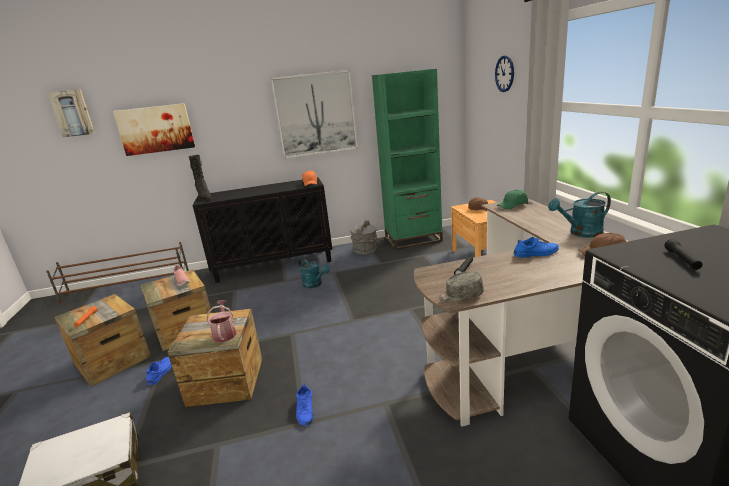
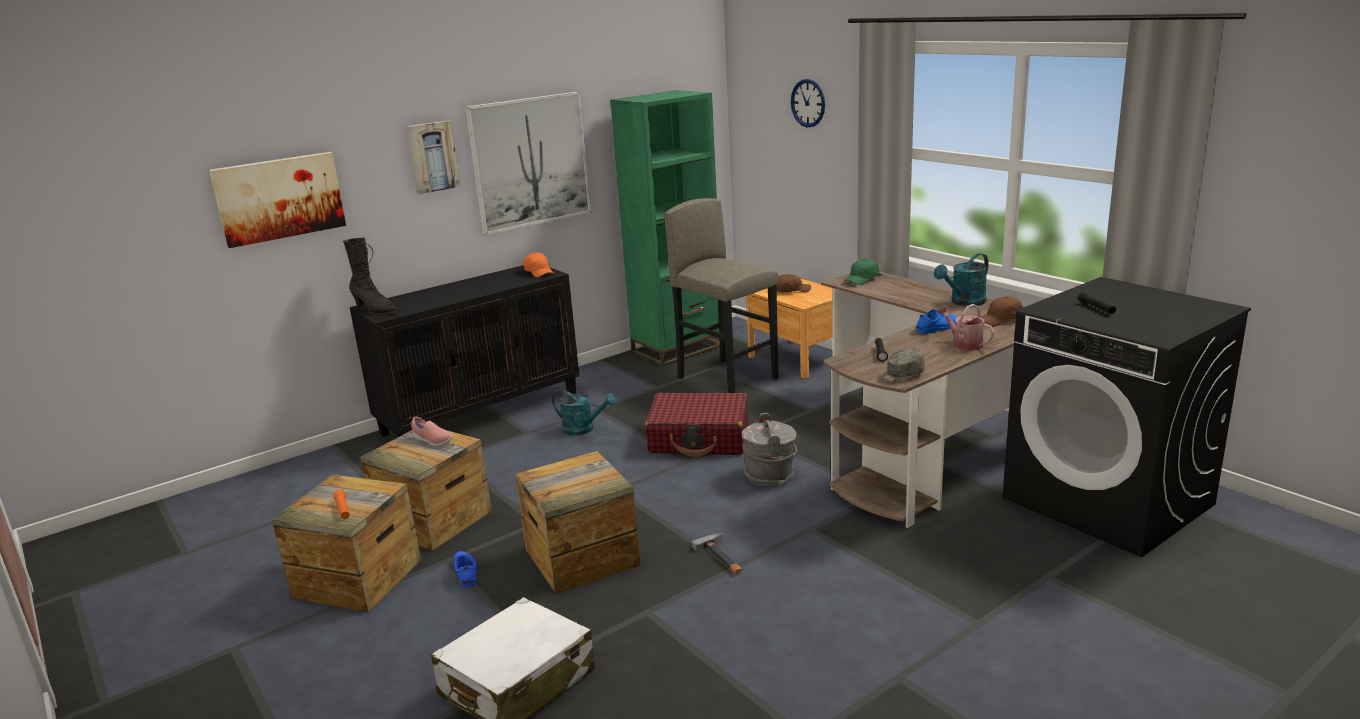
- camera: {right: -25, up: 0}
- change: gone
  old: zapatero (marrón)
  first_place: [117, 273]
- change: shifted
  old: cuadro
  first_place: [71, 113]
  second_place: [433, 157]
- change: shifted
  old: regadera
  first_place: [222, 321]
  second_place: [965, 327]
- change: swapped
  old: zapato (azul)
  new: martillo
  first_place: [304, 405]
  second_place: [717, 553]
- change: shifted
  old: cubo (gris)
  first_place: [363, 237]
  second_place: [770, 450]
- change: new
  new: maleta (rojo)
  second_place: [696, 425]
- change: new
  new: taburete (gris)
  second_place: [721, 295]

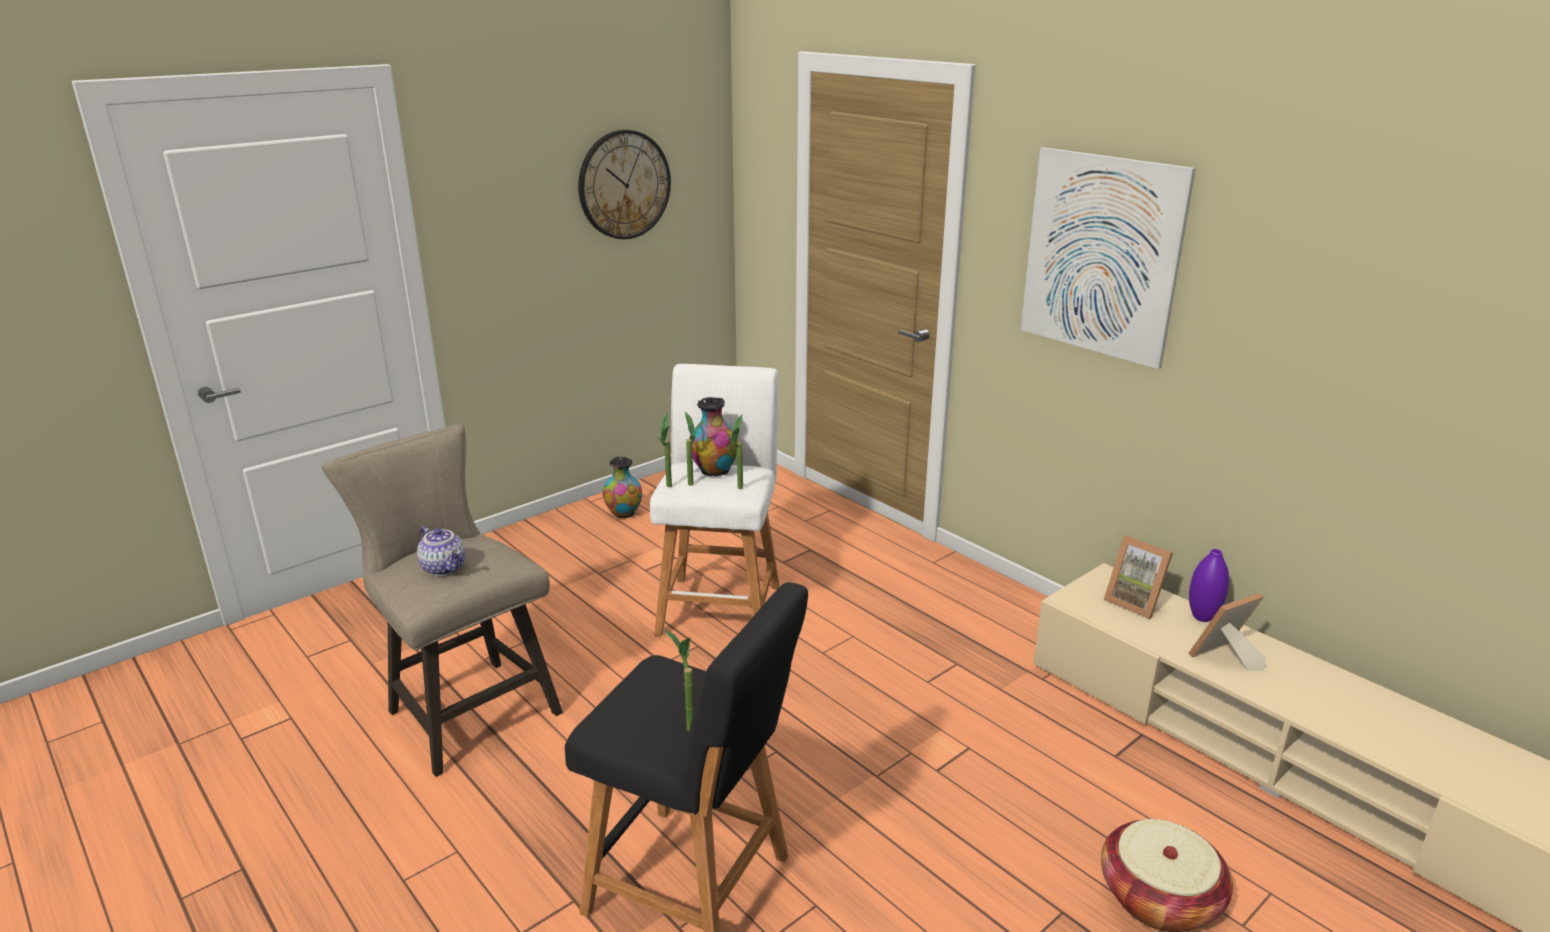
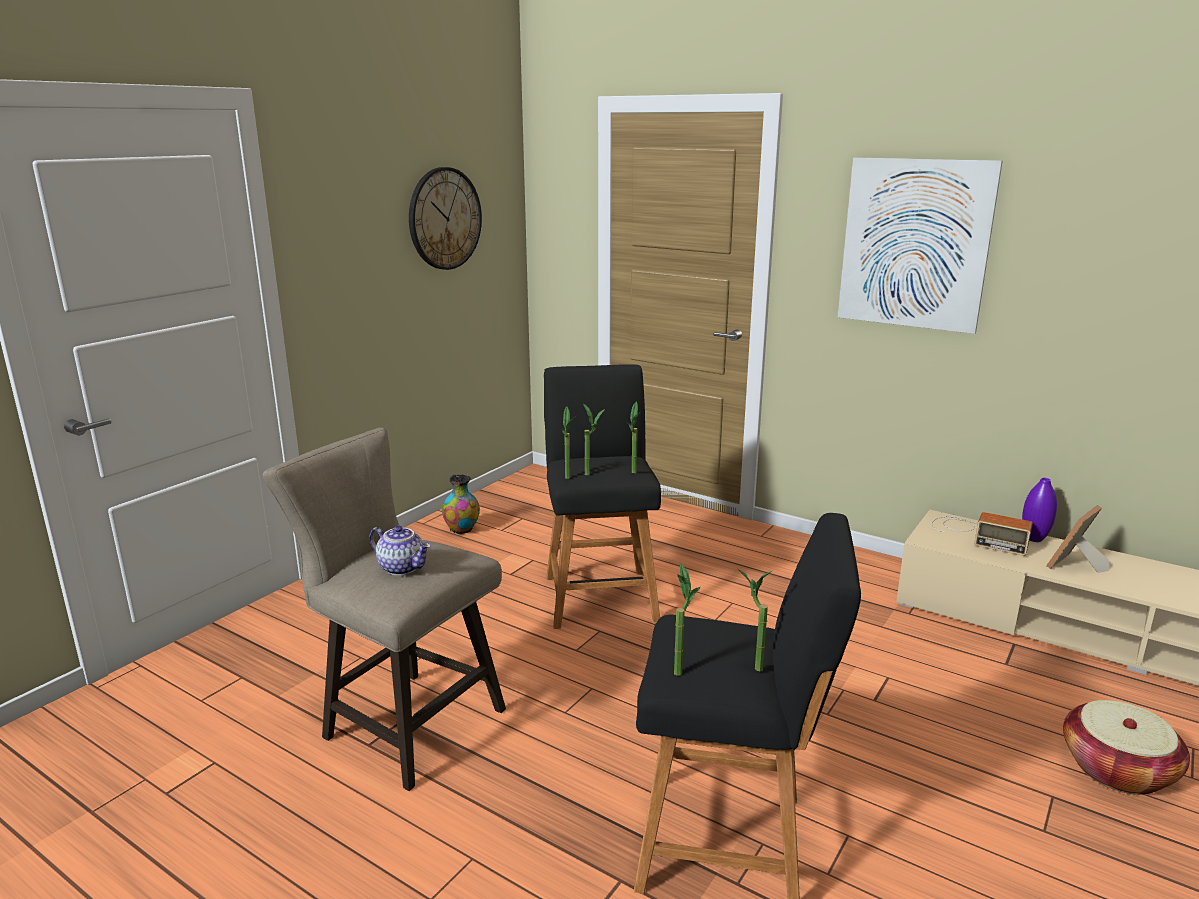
- camera: {right: -15, up: -5}
- change: repainted
  old: taburete (blanco)
  new: taburete (negro)
  first_place: [715, 500]
  second_place: [602, 496]
- change: gone
  old: florero
  first_place: [713, 437]
- change: swapped
  old: portarretratos
  new: radio
  first_place: [1138, 577]
  second_place: [982, 534]
- change: new
  new: planta en maceta
  second_place: [687, 619]

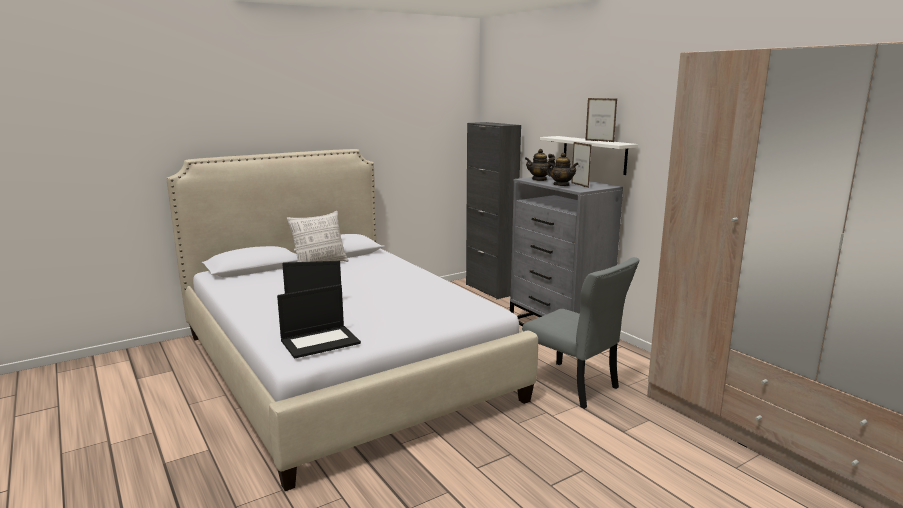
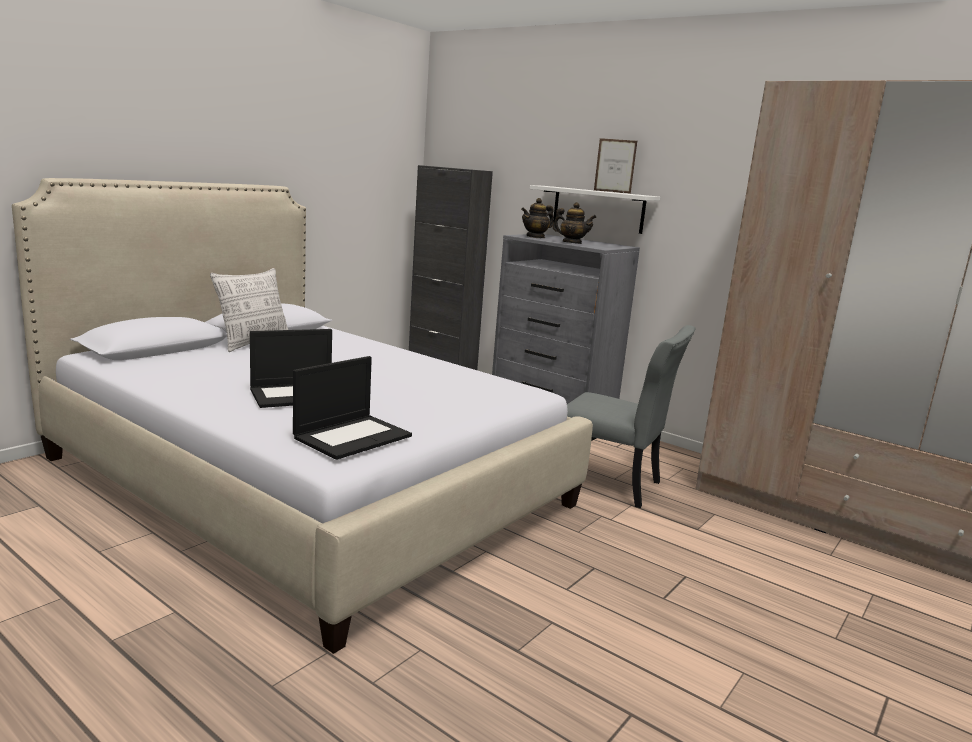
- camera: {right: -20, up: 0}
- change: gone
  old: portarretratos
  first_place: [581, 165]

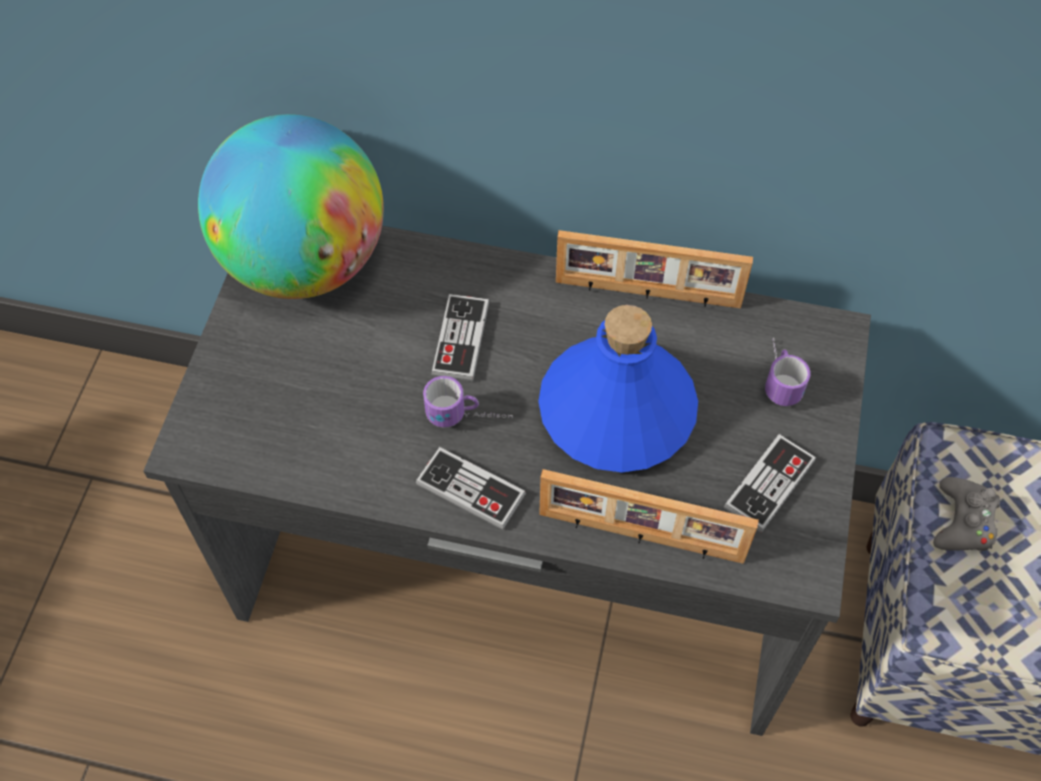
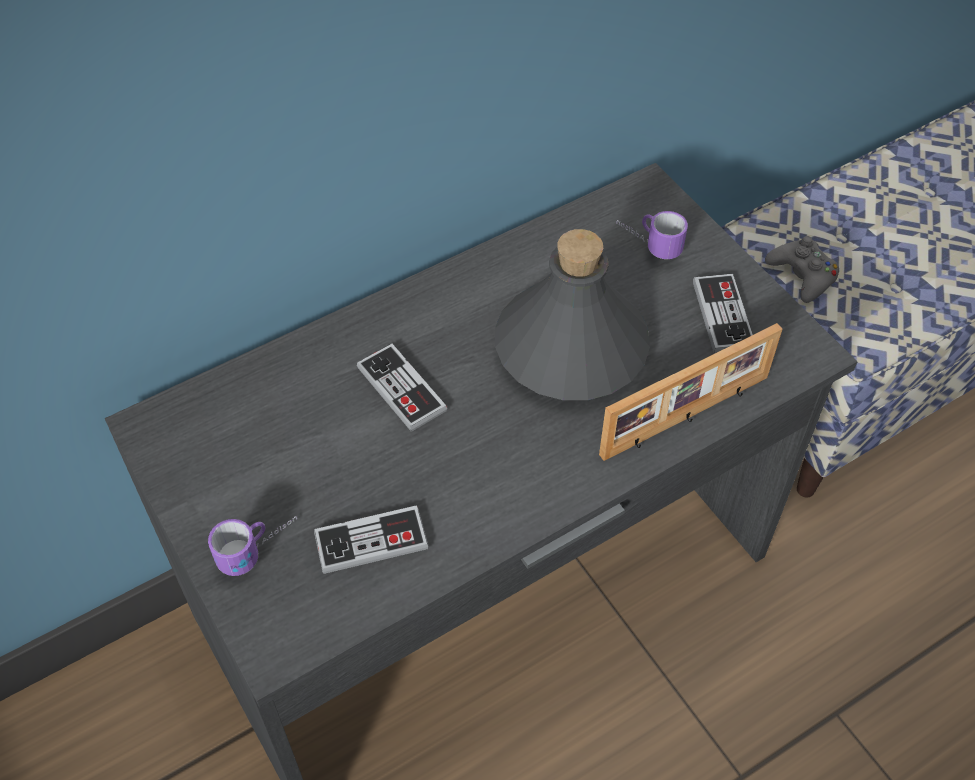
- camera: {right: -45, up: -5}
- change: gone
  old: globo terráqueo
  first_place: [291, 206]
- change: shifted
  old: mando de consola
  first_place: [471, 488]
  second_place: [371, 539]
- change: shifted
  old: taza grande
  first_place: [468, 402]
  second_place: [252, 546]
- change: repainted
  old: botella (azul)
  new: botella (gris)
  first_place: [618, 388]
  second_place: [572, 314]
- change: gone
  old: portarretratos
  first_place: [654, 269]

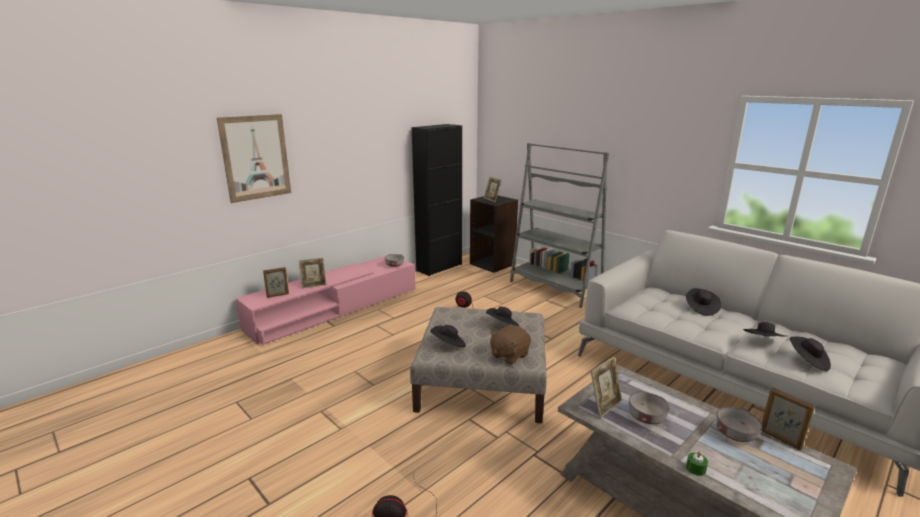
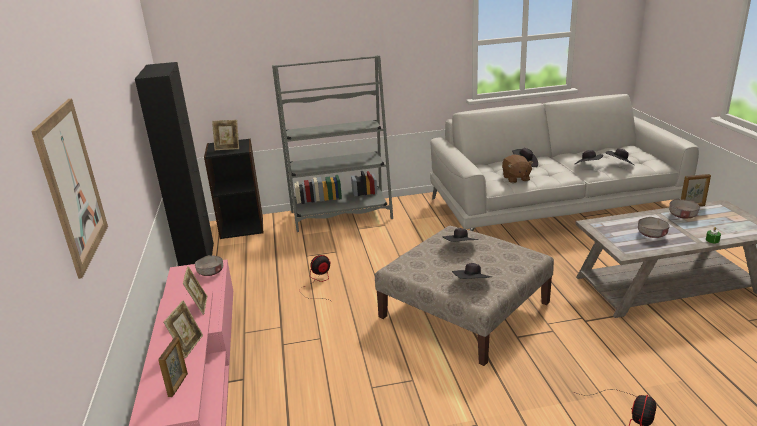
- camera: {right: -55, up: 5}
- change: shifted
  old: peluche (marrón)
  first_place: [510, 345]
  second_place: [518, 169]
- change: shifted
  old: portarretratos
  first_place: [607, 387]
  second_place: [195, 290]

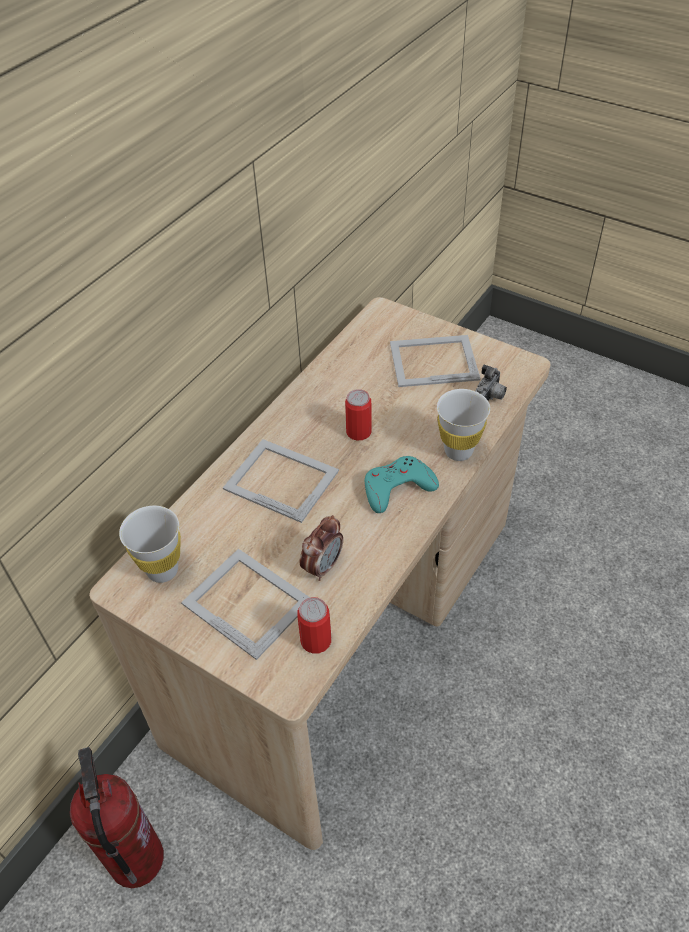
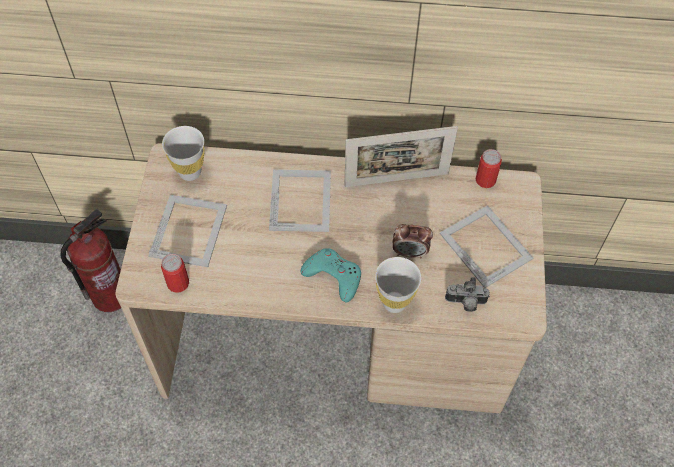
- camera: {right: 60, up: 10}
- change: shifted
  old: despertador
  first_place: [321, 548]
  second_place: [413, 241]
- change: shifted
  old: lata
  first_place: [358, 415]
  second_place: [489, 168]
- change: new
  new: portarretratos
  second_place: [401, 156]

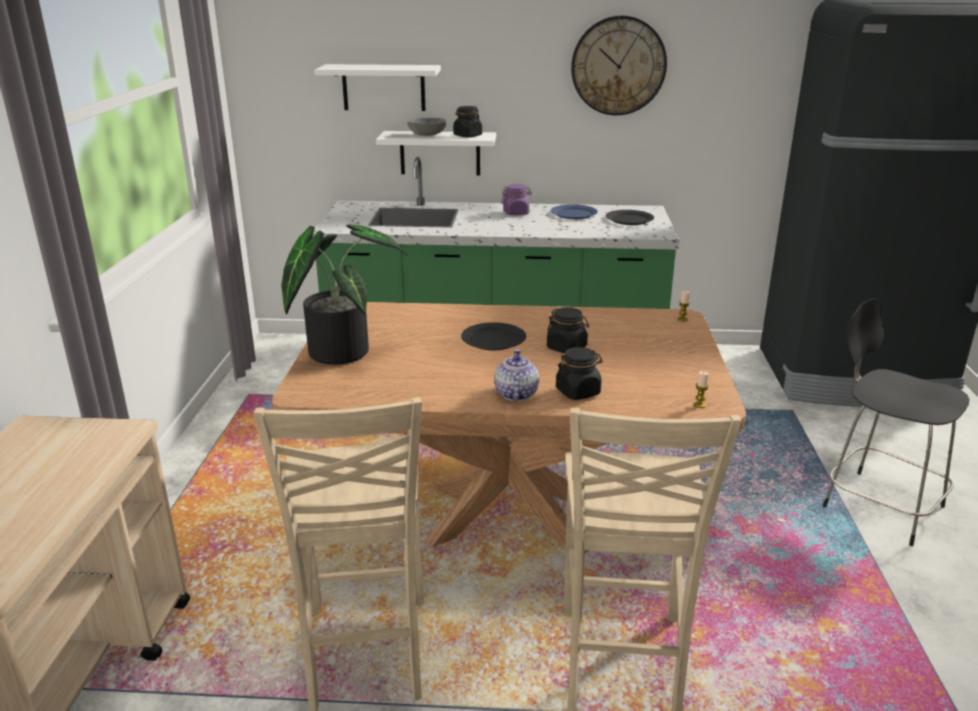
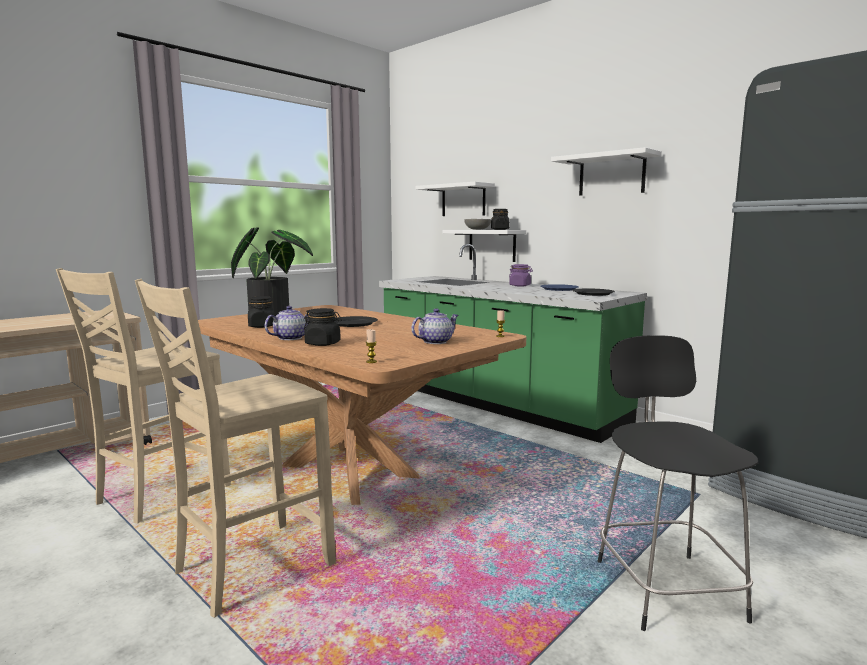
- camera: {right: 40, up: -15}
- change: shifted
  old: tarro (negro)
  first_place: [568, 330]
  second_place: [261, 312]
- change: swapped
  old: reloj de pared
  new: estante (blanco)
  first_place: [619, 65]
  second_place: [606, 171]
- change: new
  new: tetera
  second_place: [435, 326]

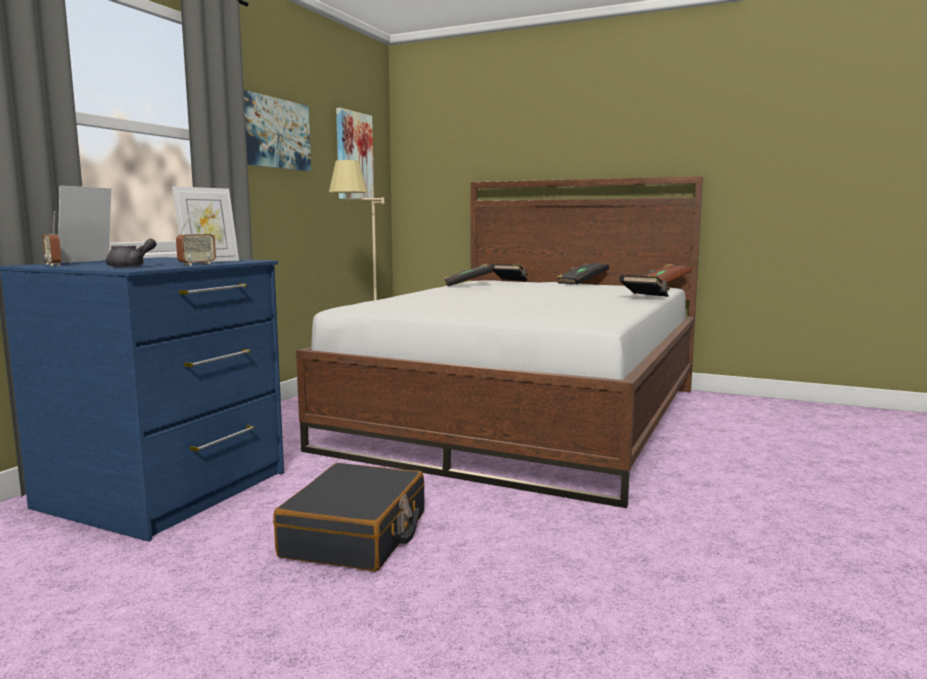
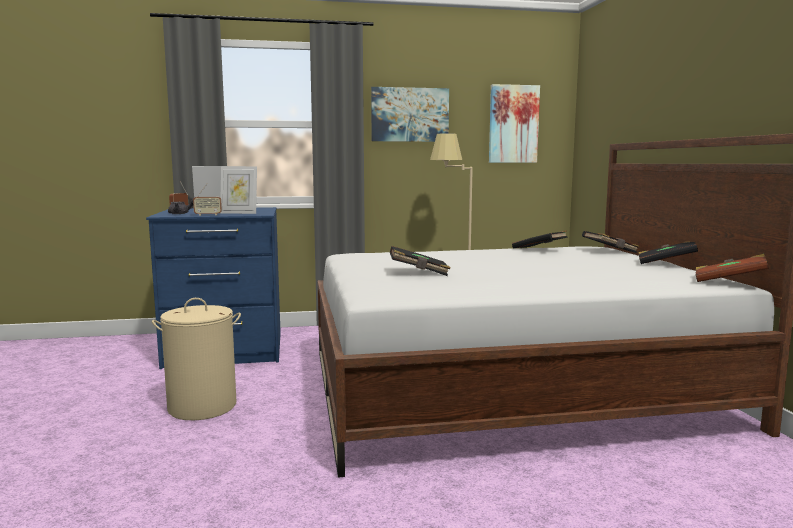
- camera: {right: 55, up: 0}
- change: swapped
  old: maleta (negro)
  new: cesto de la ropa (beis)
  first_place: [348, 517]
  second_place: [196, 359]
- change: shifted
  old: libro (negro)
  first_place: [644, 286]
  second_place: [420, 261]

